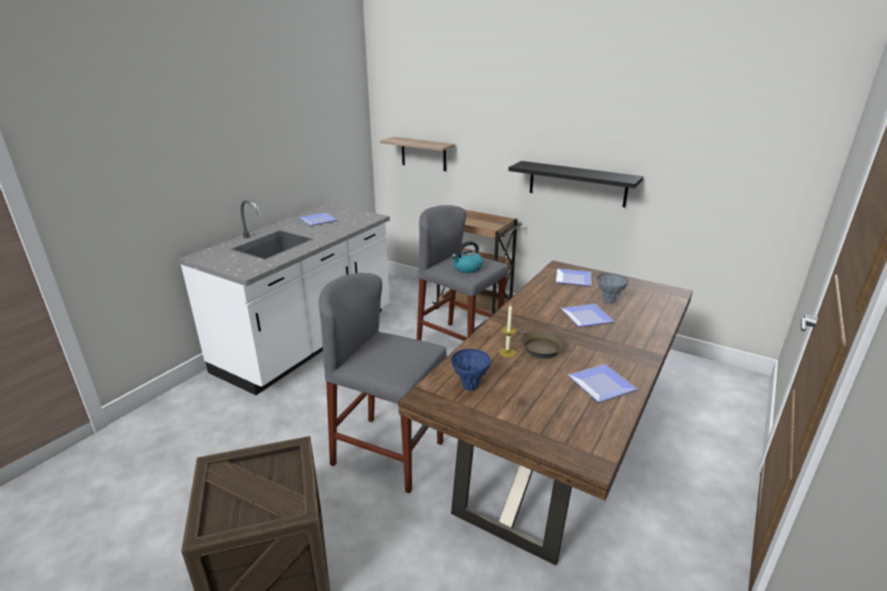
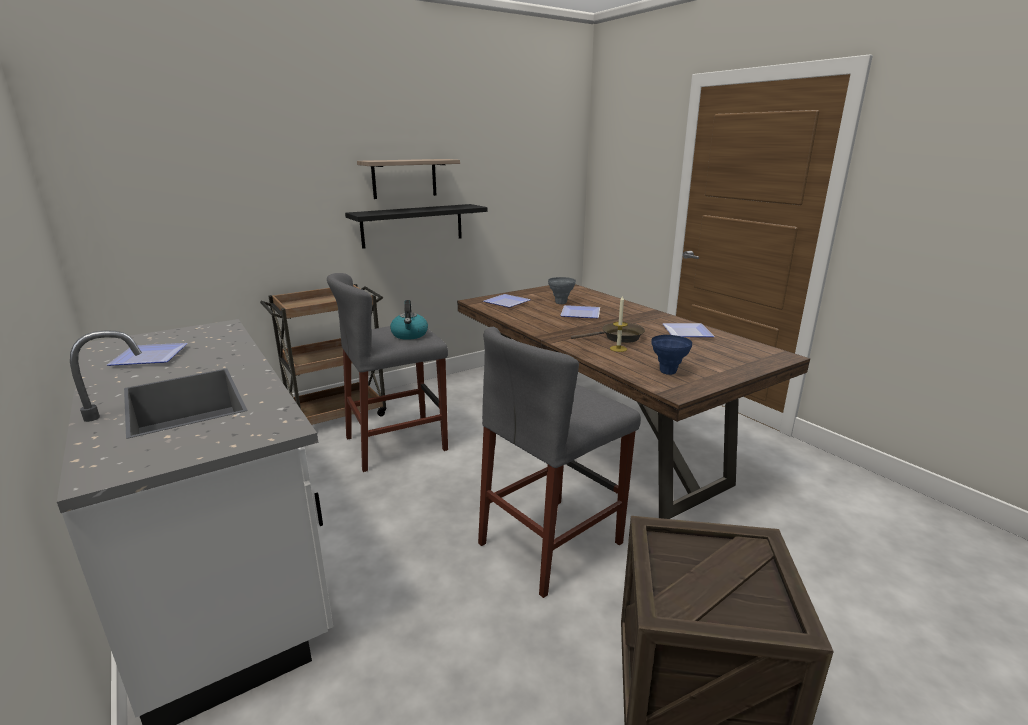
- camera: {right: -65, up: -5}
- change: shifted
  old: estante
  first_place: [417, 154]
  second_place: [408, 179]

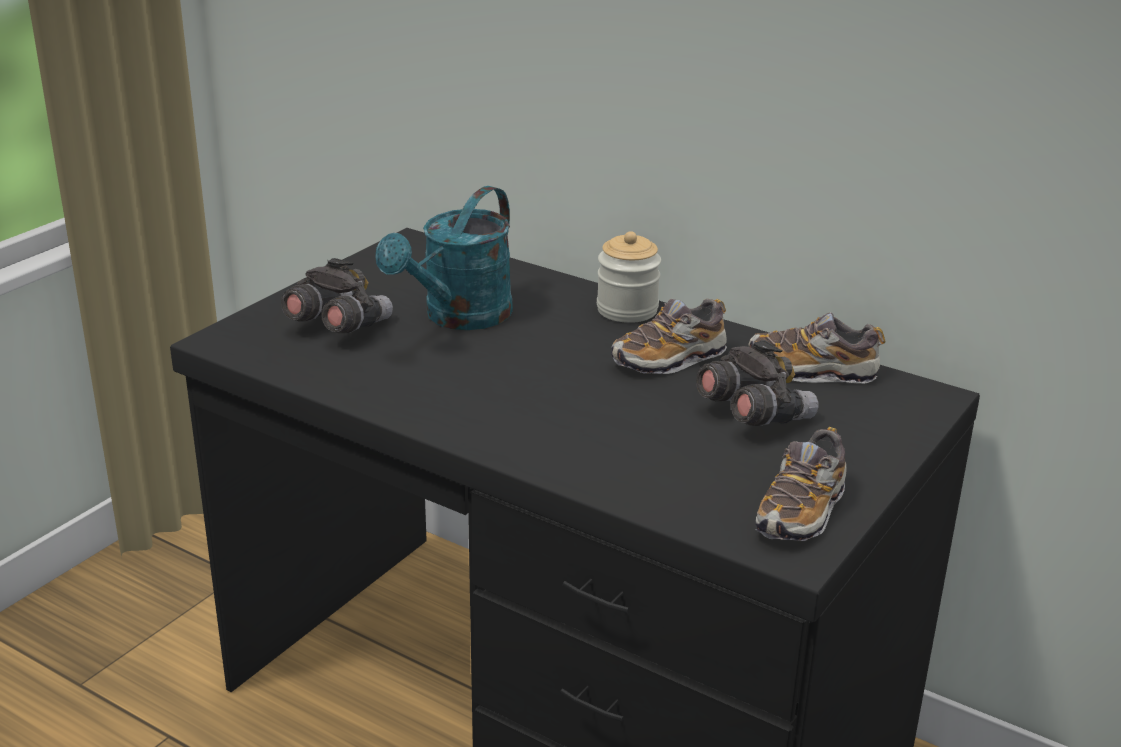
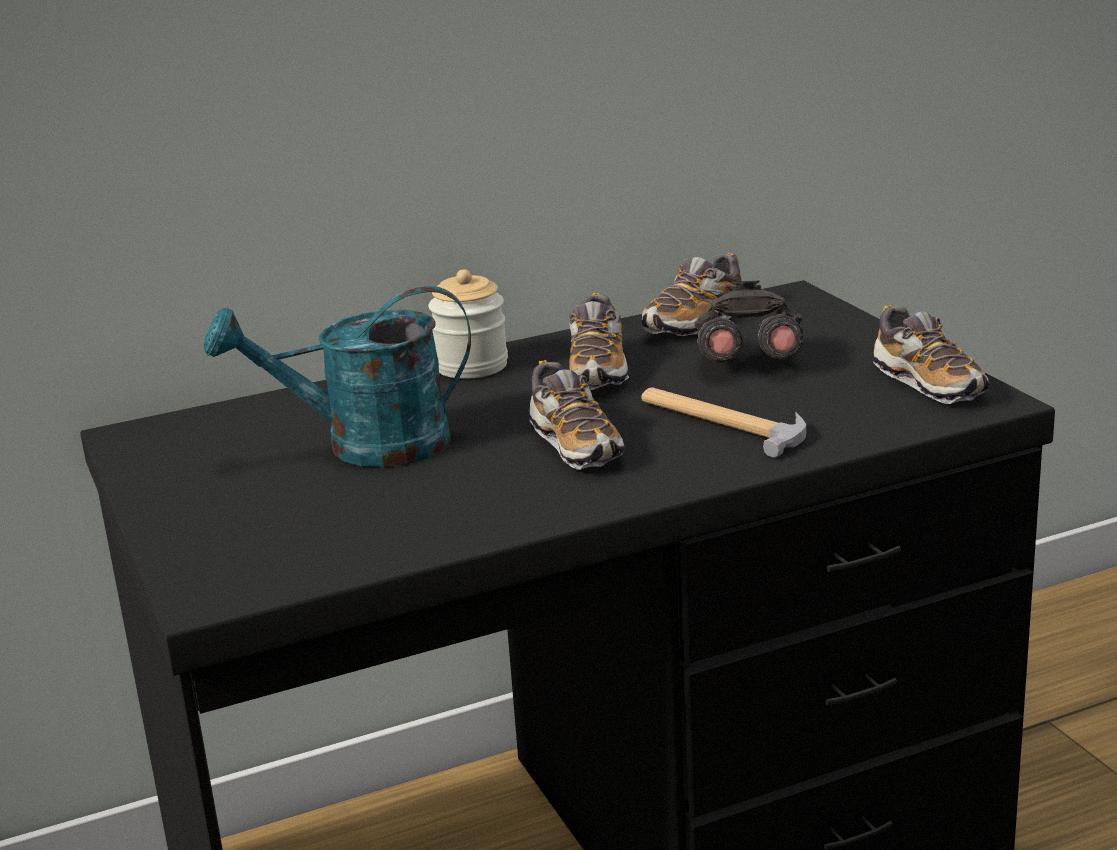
- camera: {right: -55, up: -5}
- change: gone
  old: prismáticos (gris)
  first_place: [337, 295]
- change: rotated
  old: regadera (turquesa)
  first_place: [444, 258]
  second_place: [337, 376]
  degrees: 105
- change: new
  new: zapato
  second_place: [577, 415]
- change: new
  new: martillo
  second_place: [723, 422]

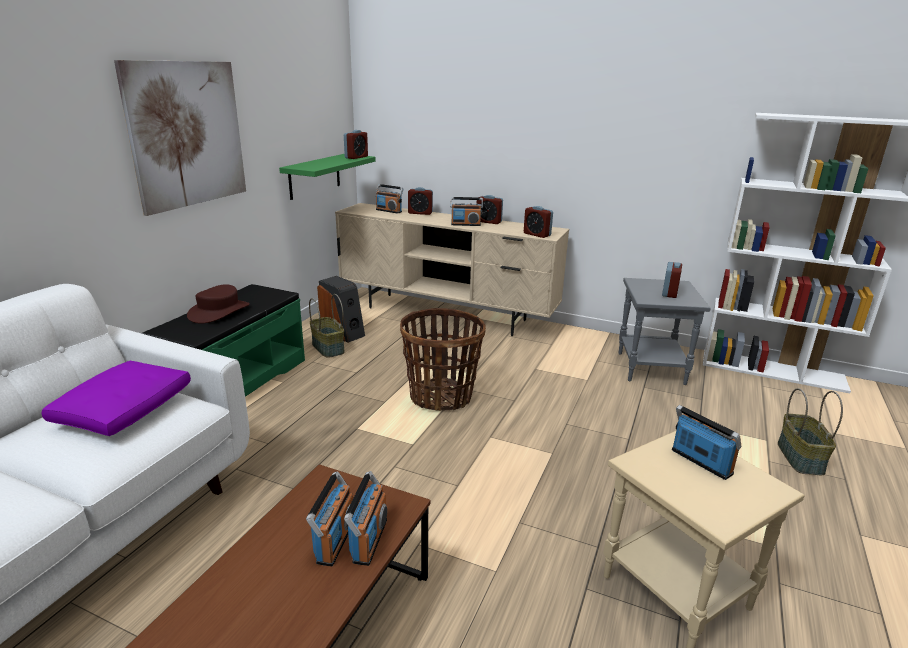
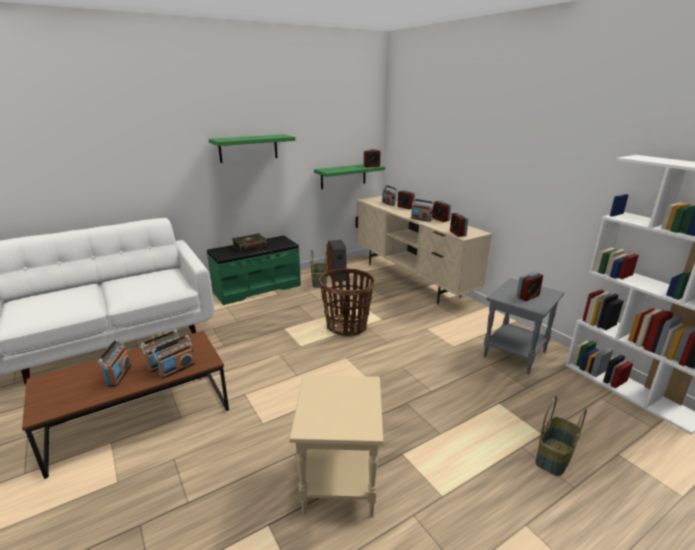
- camera: {right: 35, up: 0}
- change: gone
  old: cojín (morado)
  first_place: [116, 398]
- change: swapped
  old: cuadro
  new: estante (verde)
  first_place: [180, 138]
  second_place: [252, 148]
- change: swapped
  old: sombrero (marrón)
  new: libro
  first_place: [218, 304]
  second_place: [249, 242]
- change: shifted
  old: radio
  first_place: [706, 442]
  second_place: [114, 363]

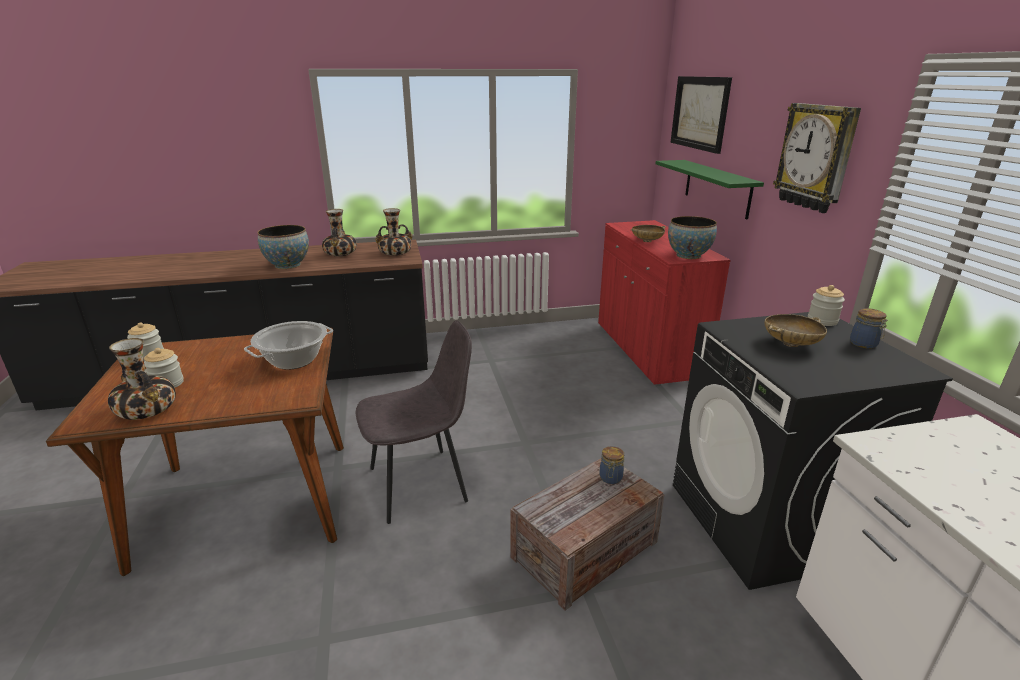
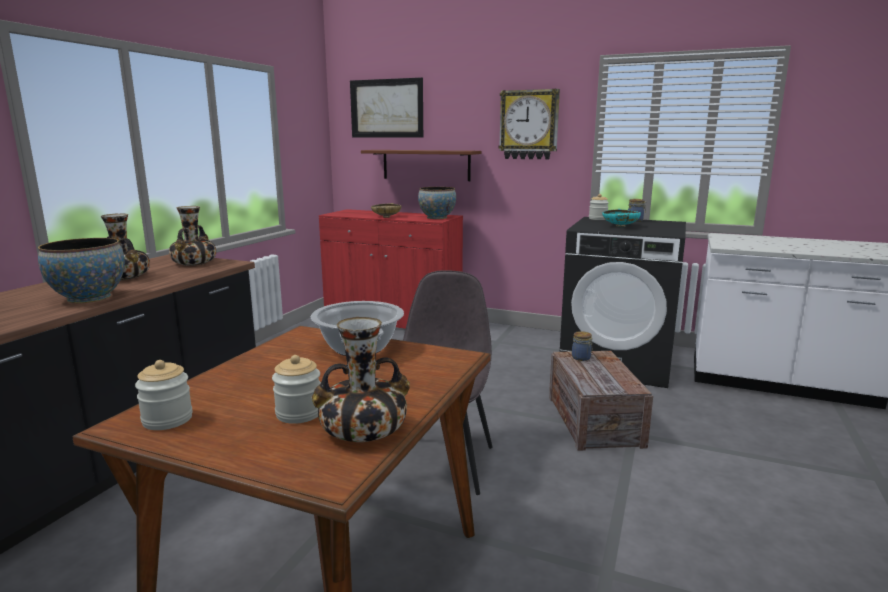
- camera: {right: -55, up: -10}
- change: repainted
  old: estante (verde)
  new: estante (marrón)
  first_place: [710, 189]
  second_place: [421, 165]
- change: repainted
  old: cuenco (beis)
  new: cuenco (turquesa)
  first_place: [795, 330]
  second_place: [621, 218]

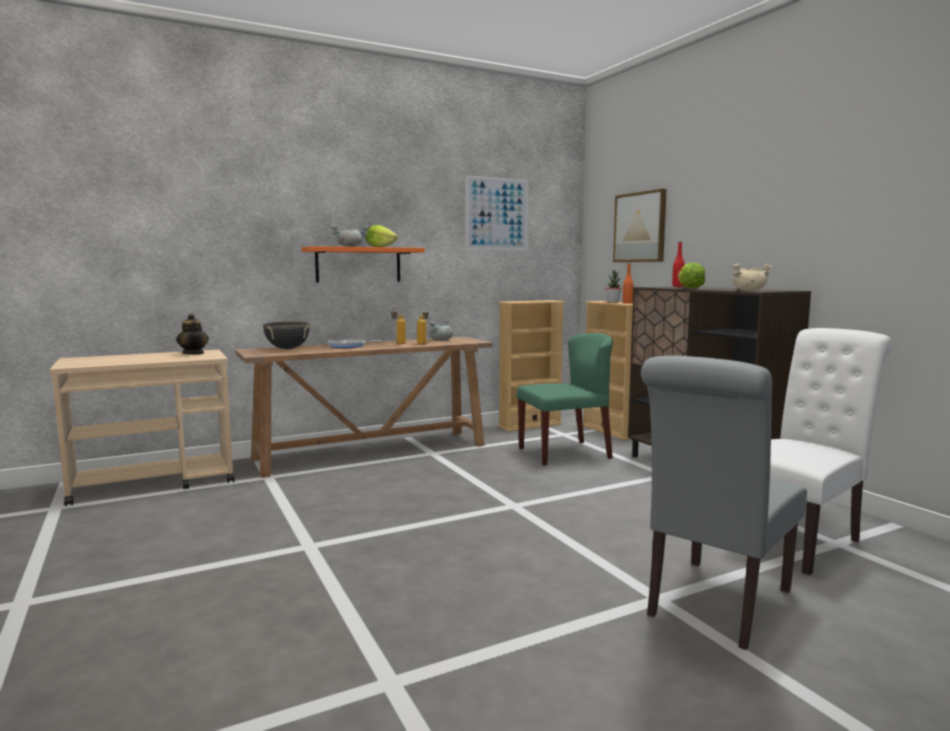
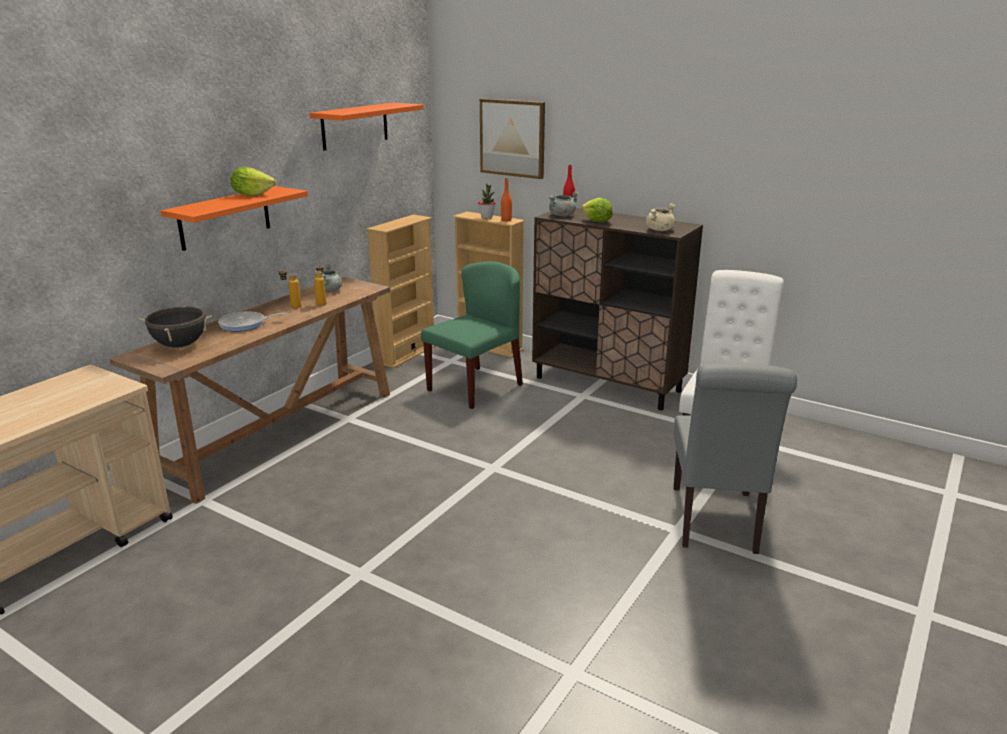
- camera: {right: -30, up: 15}
- change: gone
  old: tetera
  first_place: [192, 334]
- change: shifted
  old: olla (gris)
  first_place: [350, 236]
  second_place: [564, 204]
- change: swapped
  old: cuadro
  new: estante (naranja)
  first_place: [496, 213]
  second_place: [367, 126]

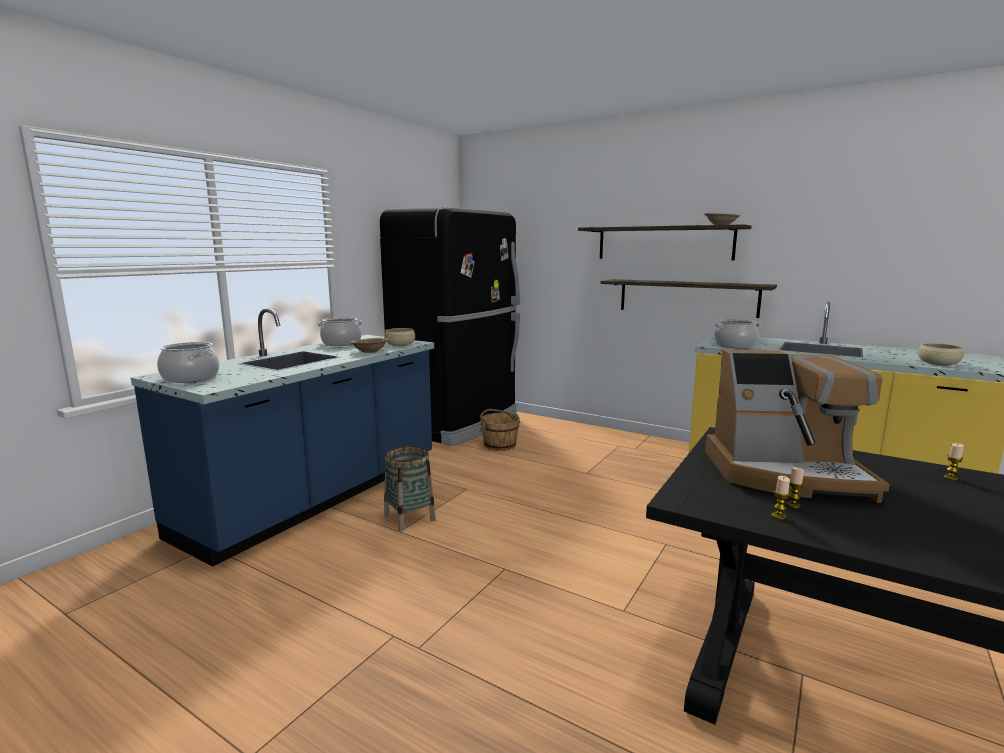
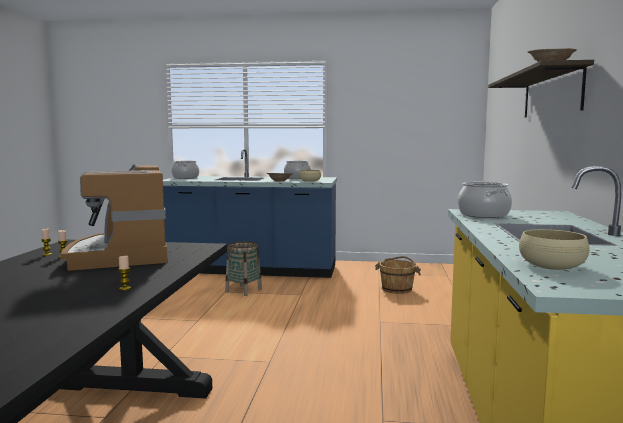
- camera: {right: 65, up: -5}
- change: gone
  old: nevera (negro)
  first_place: [450, 326]
- change: gone
  old: estante
  first_place: [688, 298]

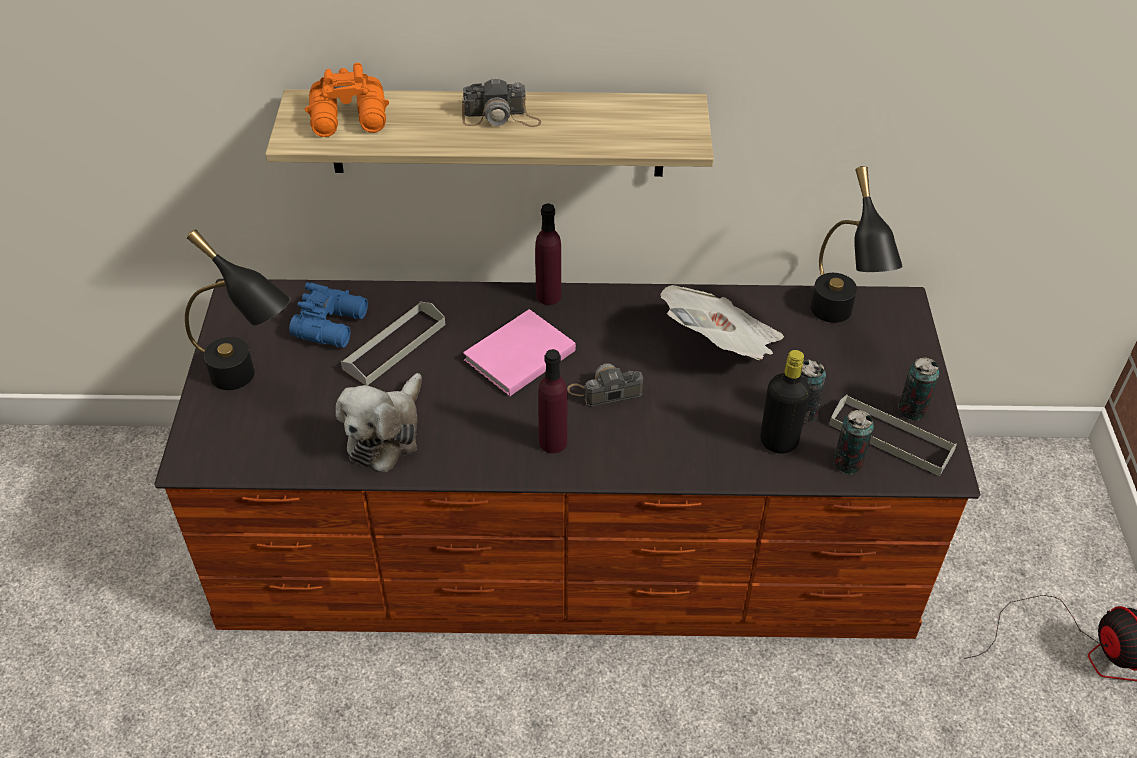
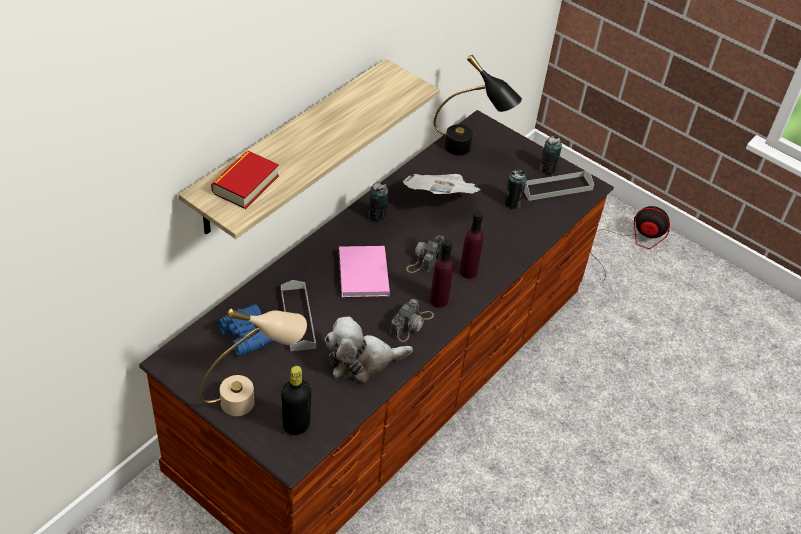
- camera: {right: -55, up: 0}
- change: repainted
  old: lámpara de mesa (negro)
  new: lámpara de mesa (beis)
  first_place: [238, 310]
  second_place: [253, 362]
- change: swapped
  old: prismáticos (naranja)
  new: libro
  first_place: [347, 100]
  second_place: [245, 180]
- change: rotated
  old: peluche
  first_place: [379, 422]
  second_place: [369, 350]
  degrees: 105
- change: shifted
  old: cámara
  first_place: [501, 102]
  second_place: [412, 320]
- change: shifted
  old: botella (morado)
  first_place: [548, 254]
  second_place: [471, 245]
- change: shifted
  old: botella (negro)
  first_place: [785, 401]
  second_place: [296, 400]
- change: shifted
  old: lata
  first_place: [853, 442]
  second_place: [378, 202]

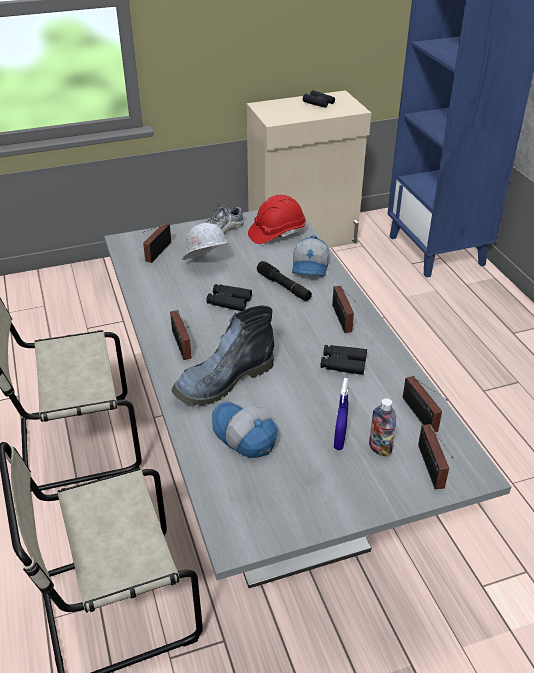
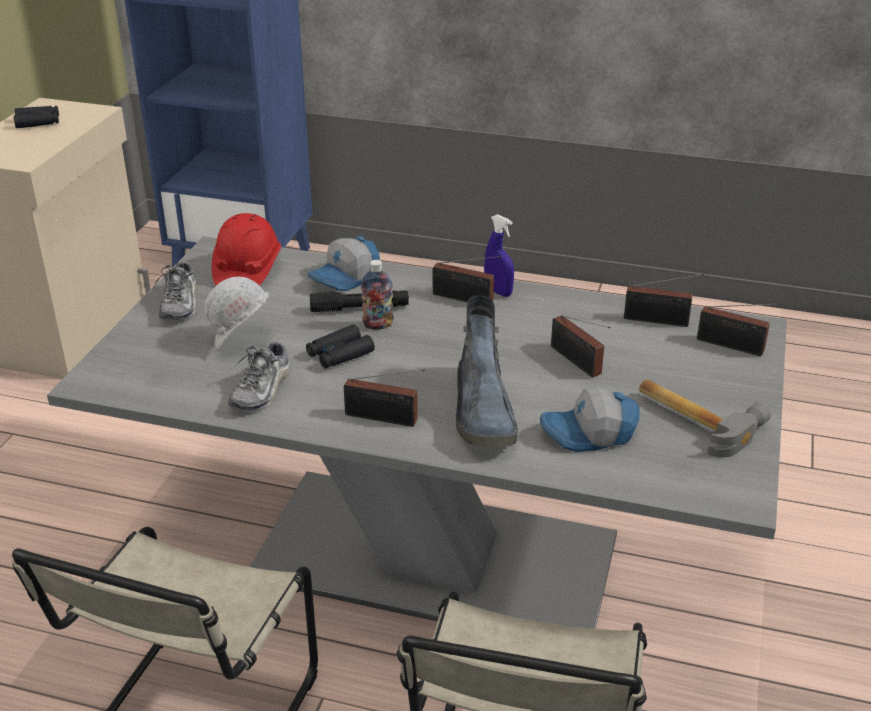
- camera: {right: -55, up: -5}
- change: shifted
  old: radio
  first_place: [157, 243]
  second_place: [580, 346]
- change: rotated
  old: gorra
  first_place: [310, 256]
  second_place: [344, 263]
  degrees: 90
- change: gone
  old: prismáticos (negro)
  first_place: [343, 360]
- change: shifted
  old: pulverizador (azul)
  first_place: [341, 414]
  second_place: [499, 255]
- change: shifted
  old: botella
  first_place: [382, 427]
  second_place: [377, 295]
- change: new
  new: zapato
  second_place: [259, 374]
- change: new
  new: martillo
  second_place: [705, 418]

